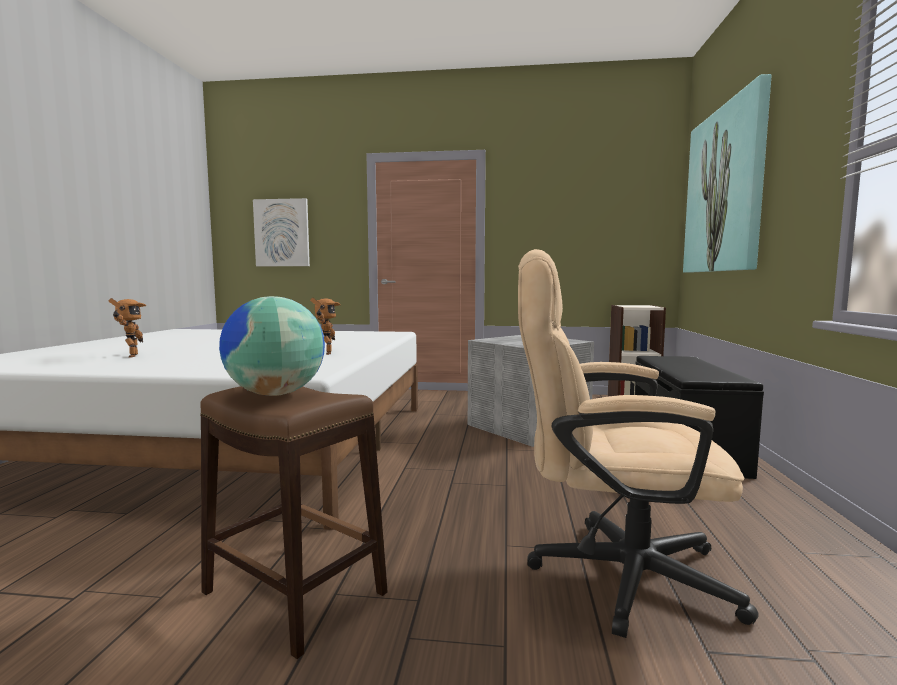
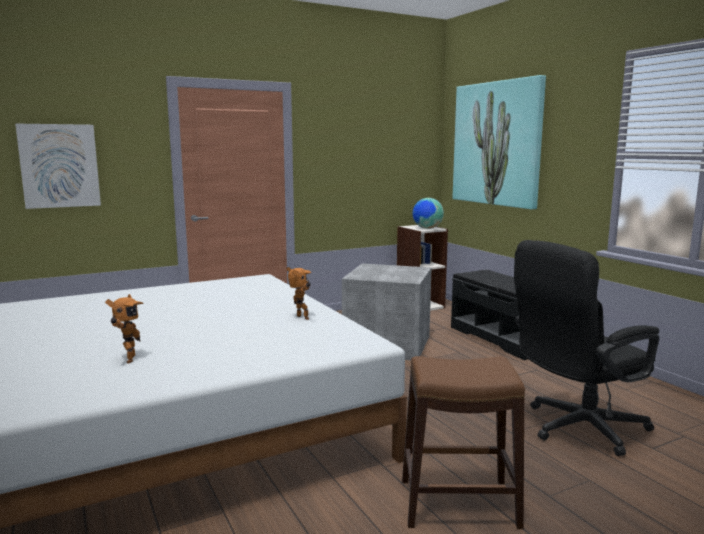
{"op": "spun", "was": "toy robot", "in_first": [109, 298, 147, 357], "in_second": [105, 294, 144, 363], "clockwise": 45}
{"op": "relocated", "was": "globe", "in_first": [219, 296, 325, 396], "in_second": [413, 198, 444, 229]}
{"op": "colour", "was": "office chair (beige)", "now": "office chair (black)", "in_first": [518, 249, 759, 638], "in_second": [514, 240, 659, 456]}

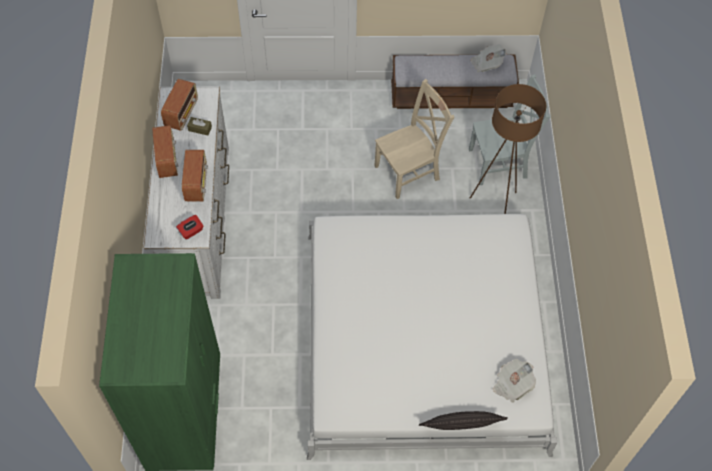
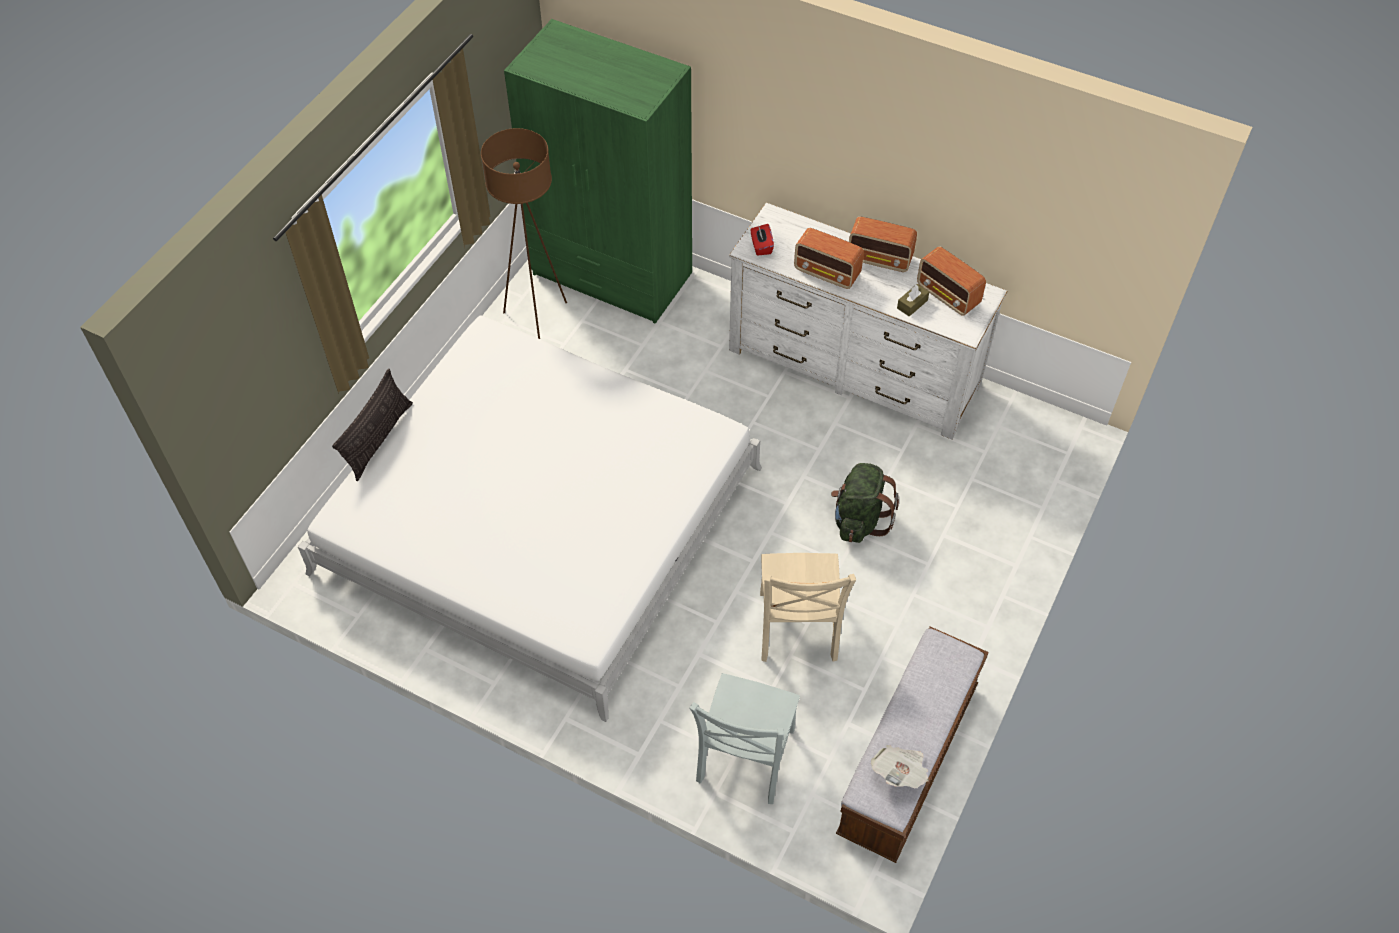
{"op": "relocated", "was": "floor lamp (brown)", "in_first": [470, 84, 546, 214], "in_second": [481, 128, 567, 339]}
{"op": "appeared", "now": "backpack (green)", "in_second": [831, 463, 899, 543]}
{"op": "missing", "was": "newspaper", "in_first": [493, 359, 536, 403]}

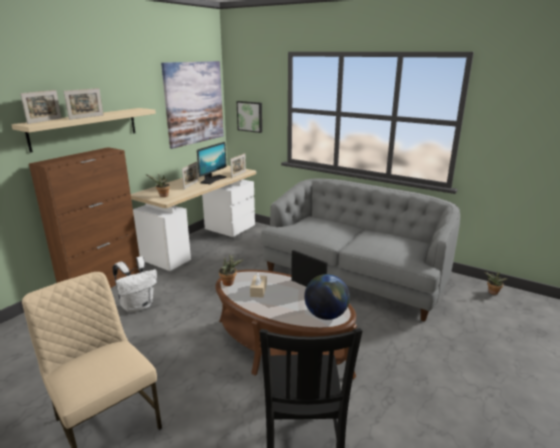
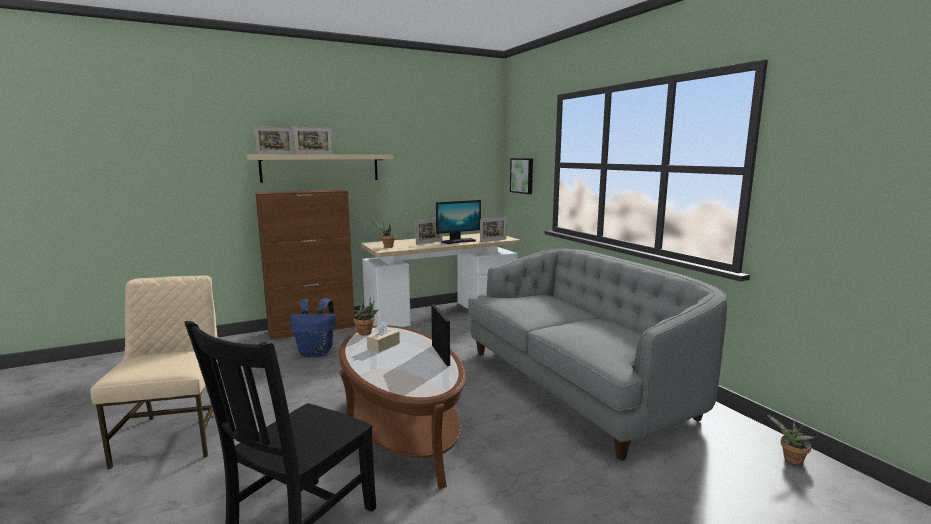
{"op": "colour", "was": "backpack (white)", "now": "backpack (blue)", "in_first": [112, 256, 157, 313], "in_second": [290, 298, 335, 357]}
{"op": "missing", "was": "picture", "in_first": [161, 61, 224, 149]}
{"op": "missing", "was": "globe", "in_first": [304, 274, 350, 320]}

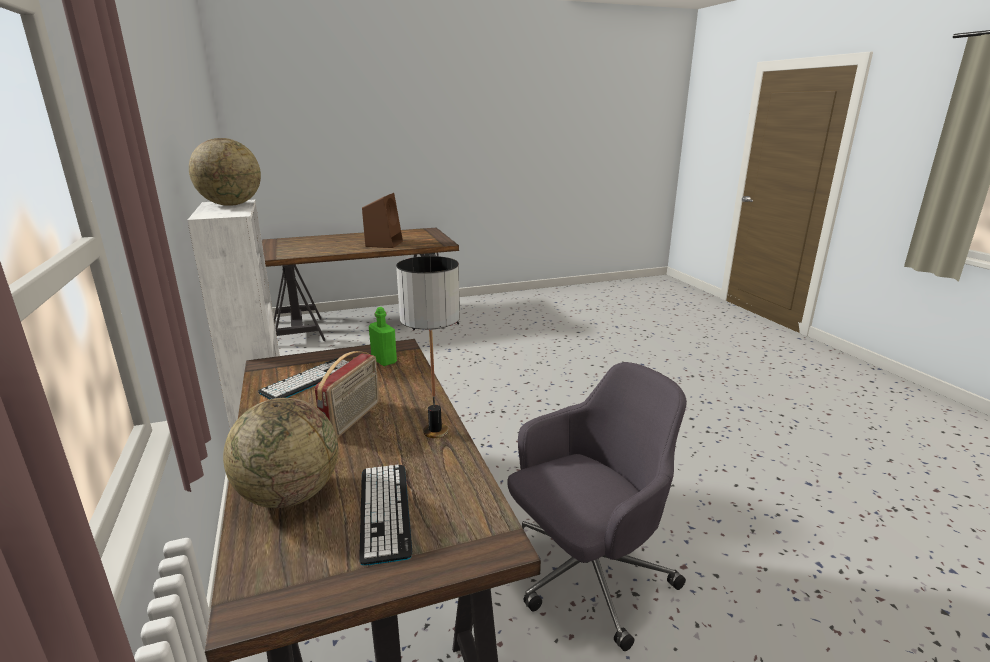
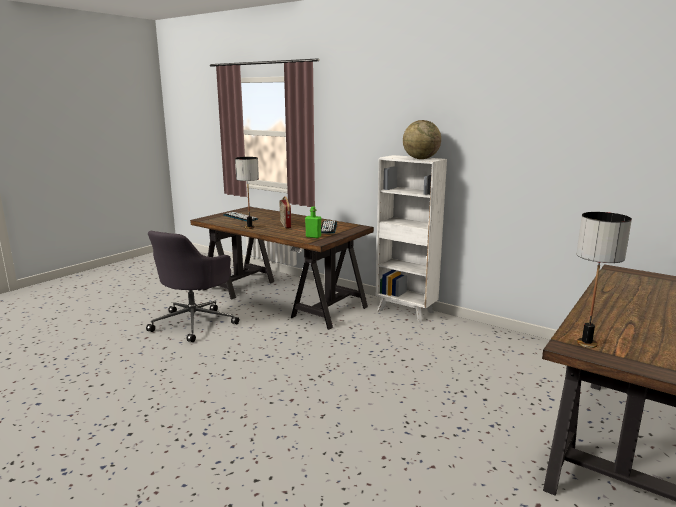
{"op": "appeared", "now": "table lamp", "in_second": [576, 212, 632, 348]}
{"op": "missing", "was": "globe", "in_first": [223, 398, 338, 508]}
{"op": "missing", "was": "speaker (brown)", "in_first": [362, 193, 403, 248]}

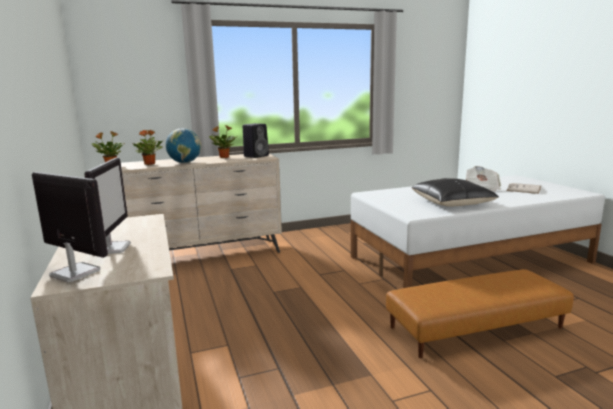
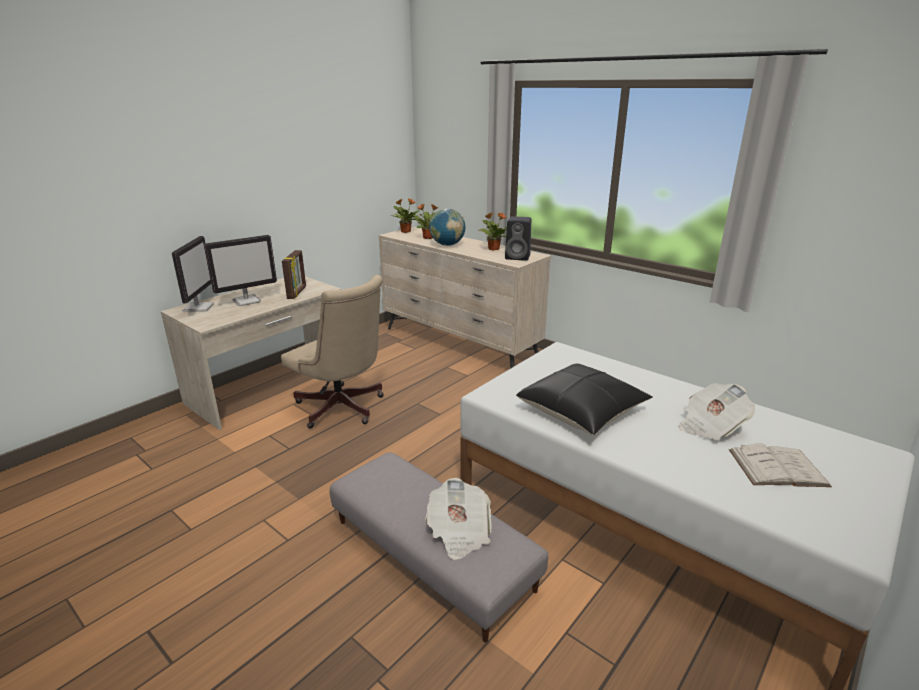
{"op": "appeared", "now": "office chair (beige)", "in_second": [281, 275, 384, 429]}
{"op": "appeared", "now": "picture frame", "in_second": [282, 250, 306, 299]}
{"op": "colour", "was": "ottoman (brown)", "now": "ottoman (grey)", "in_first": [386, 269, 574, 358], "in_second": [330, 452, 548, 643]}
{"op": "appeared", "now": "newspaper", "in_second": [425, 478, 492, 560]}

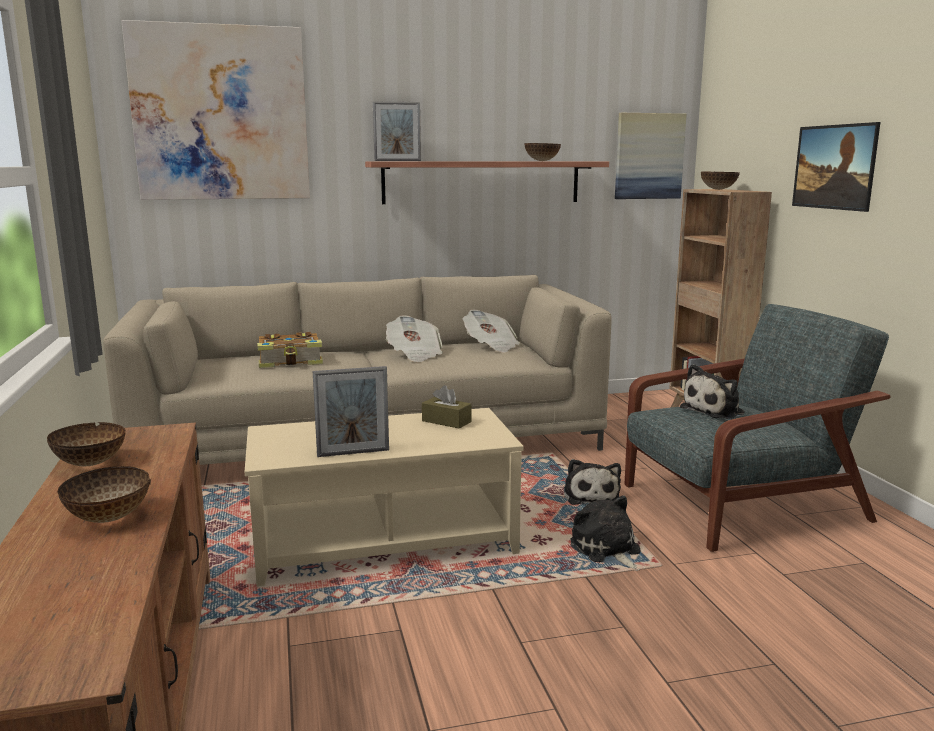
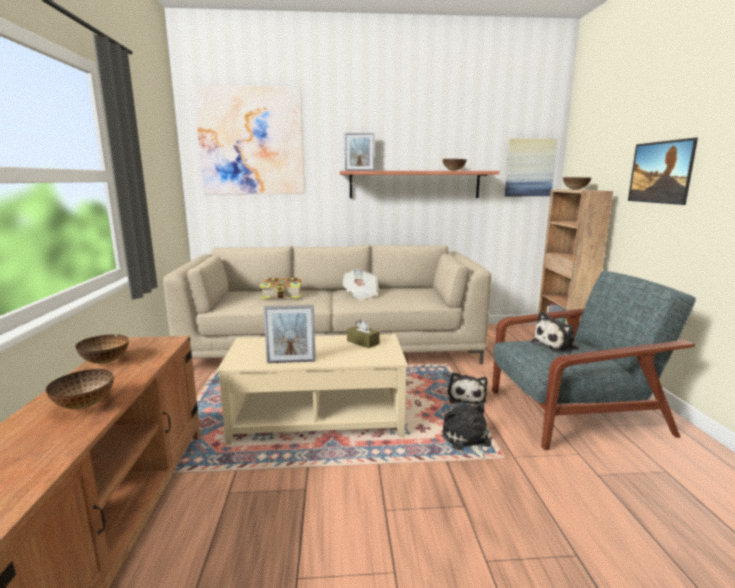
{"op": "missing", "was": "newspaper", "in_first": [463, 310, 520, 353]}

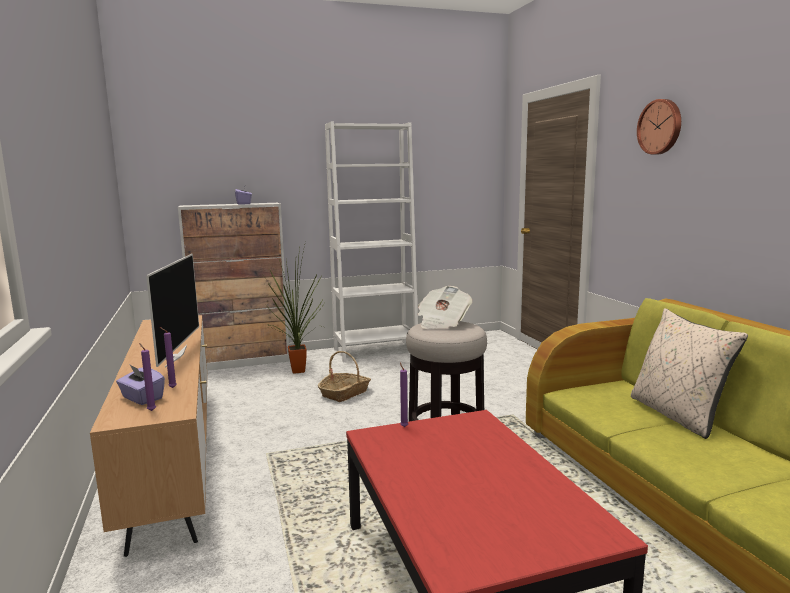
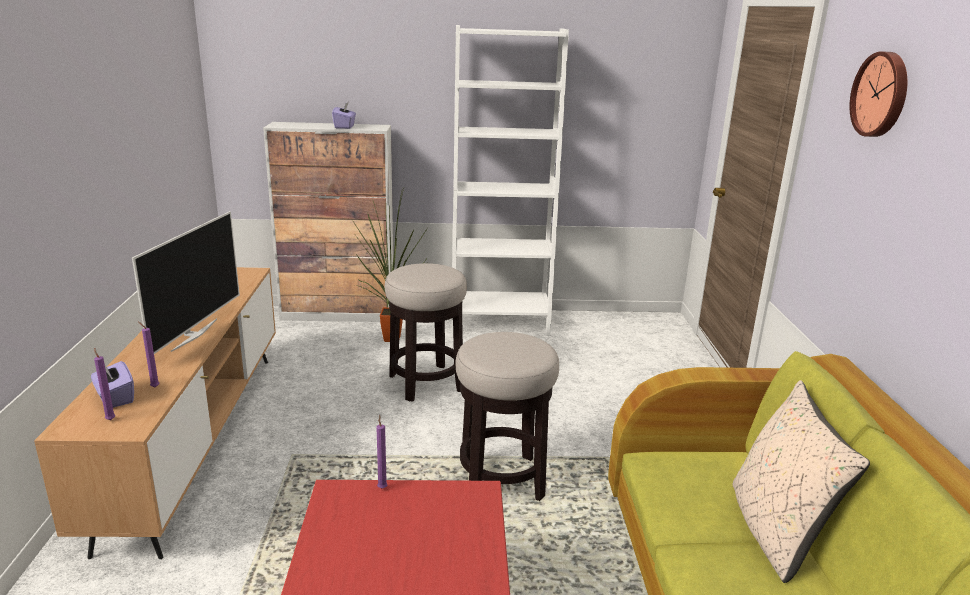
{"op": "exchanged", "was": "basket", "now": "stool", "in_first": [318, 351, 371, 402], "in_second": [385, 263, 467, 402]}
{"op": "missing", "was": "newspaper", "in_first": [417, 286, 472, 330]}

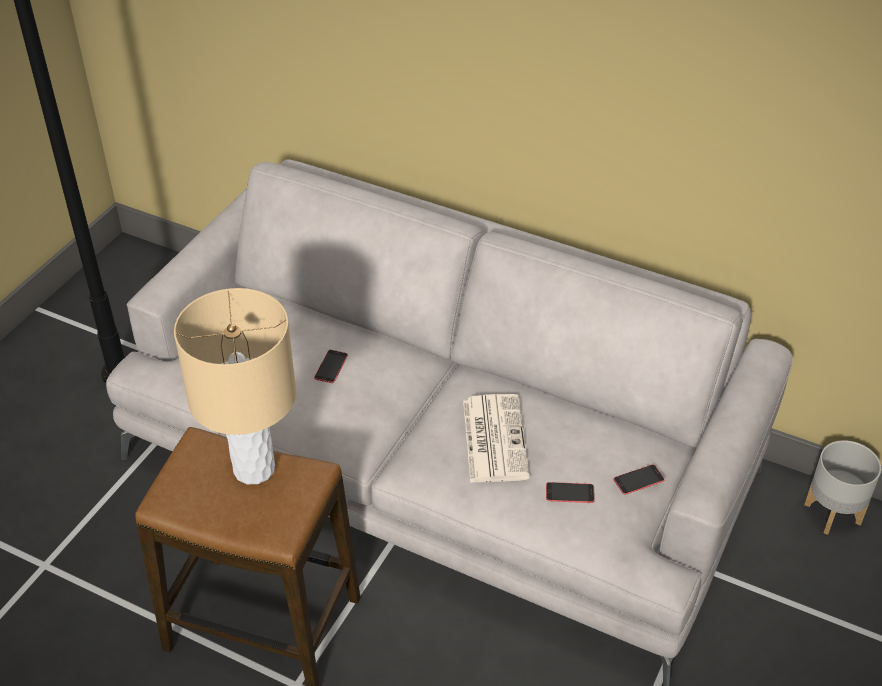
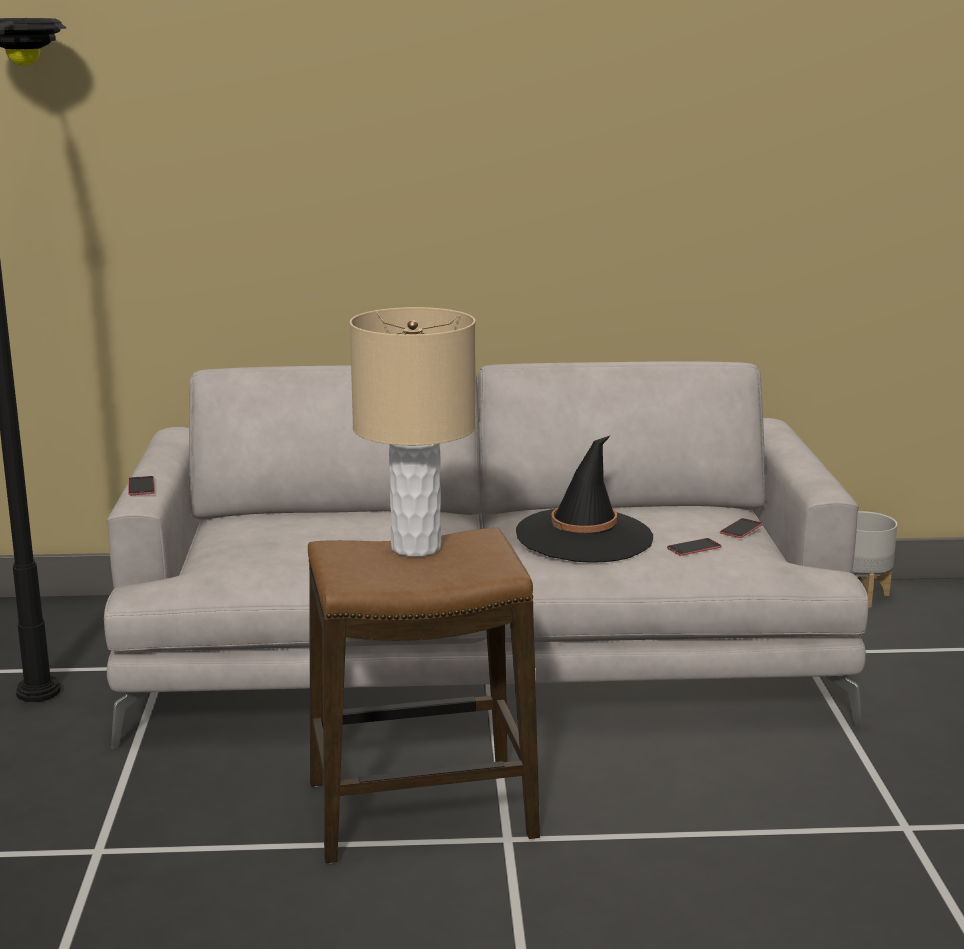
{"op": "relocated", "was": "phone", "in_first": [314, 350, 348, 383], "in_second": [128, 476, 155, 495]}
{"op": "exchanged", "was": "newspaper", "now": "hat (black)", "in_first": [463, 394, 530, 483], "in_second": [516, 435, 653, 563]}

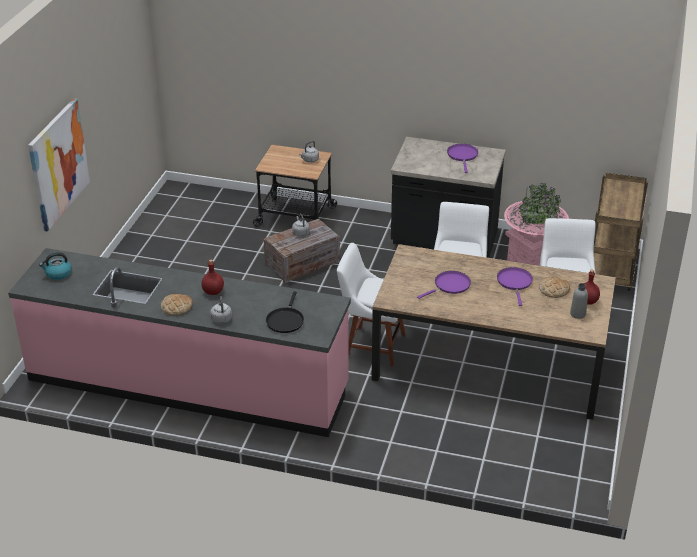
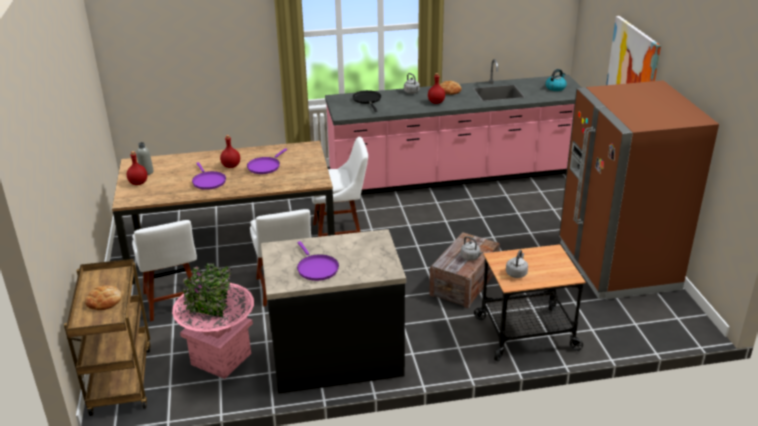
{"op": "relocated", "was": "bread", "in_first": [539, 277, 570, 298], "in_second": [85, 285, 122, 310]}
{"op": "appeared", "now": "bottle (red)", "in_second": [220, 135, 240, 168]}
{"op": "appeared", "now": "fridge (brown)", "in_second": [559, 80, 719, 299]}

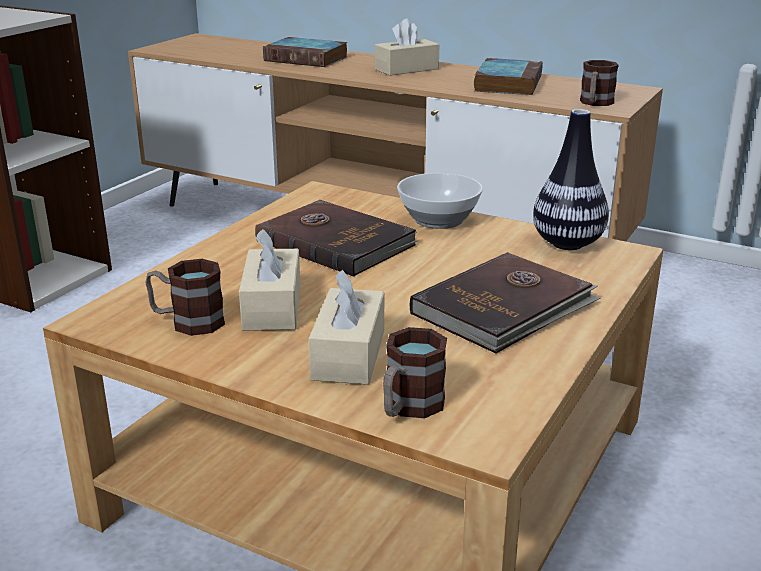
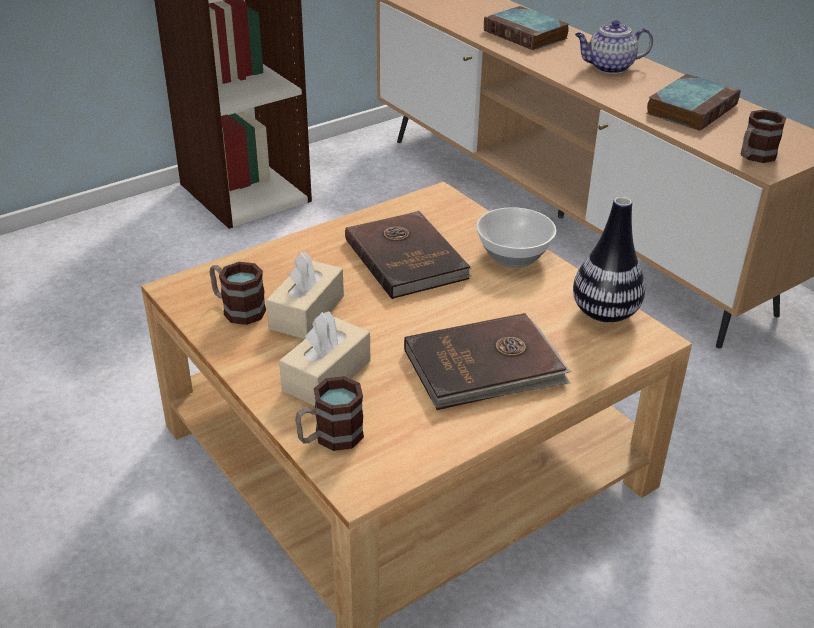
{"op": "exchanged", "was": "tissue box (beige)", "now": "teapot", "in_first": [375, 18, 440, 76], "in_second": [575, 20, 653, 74]}

